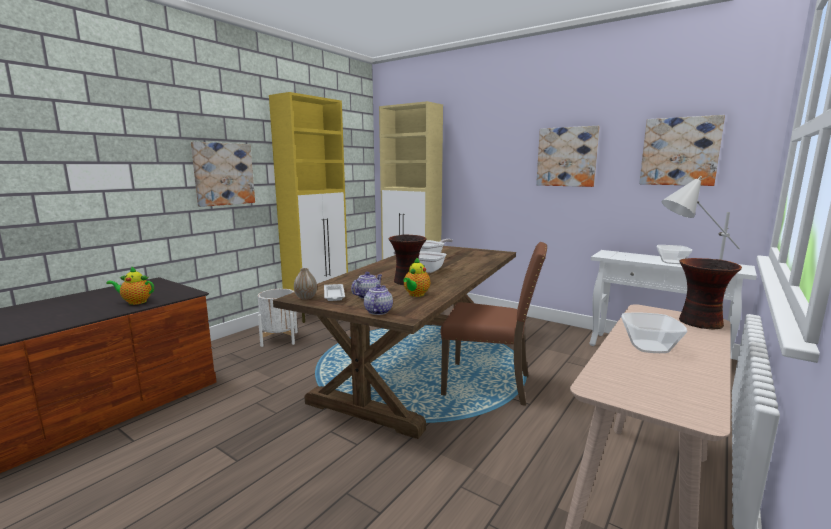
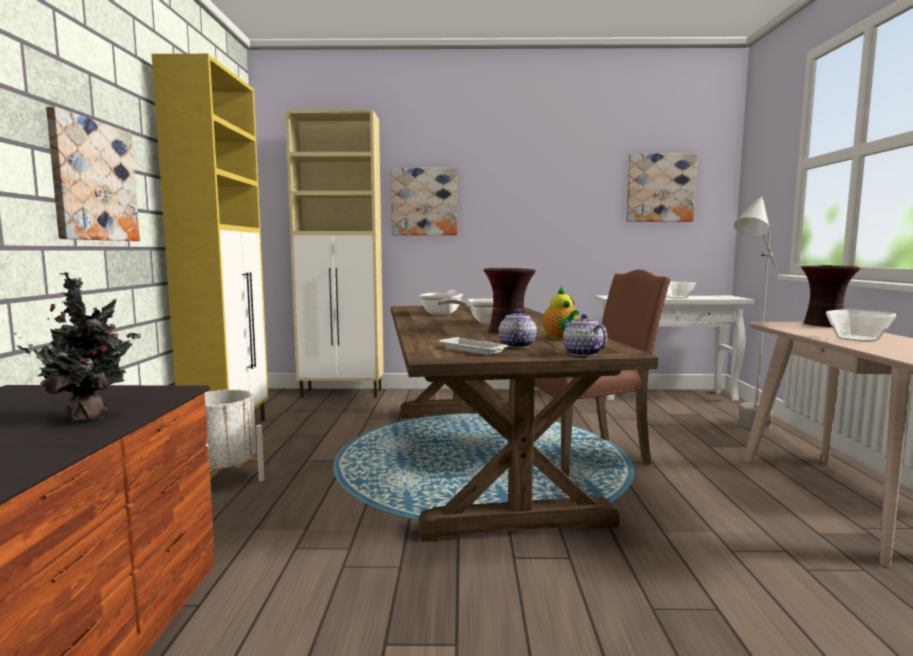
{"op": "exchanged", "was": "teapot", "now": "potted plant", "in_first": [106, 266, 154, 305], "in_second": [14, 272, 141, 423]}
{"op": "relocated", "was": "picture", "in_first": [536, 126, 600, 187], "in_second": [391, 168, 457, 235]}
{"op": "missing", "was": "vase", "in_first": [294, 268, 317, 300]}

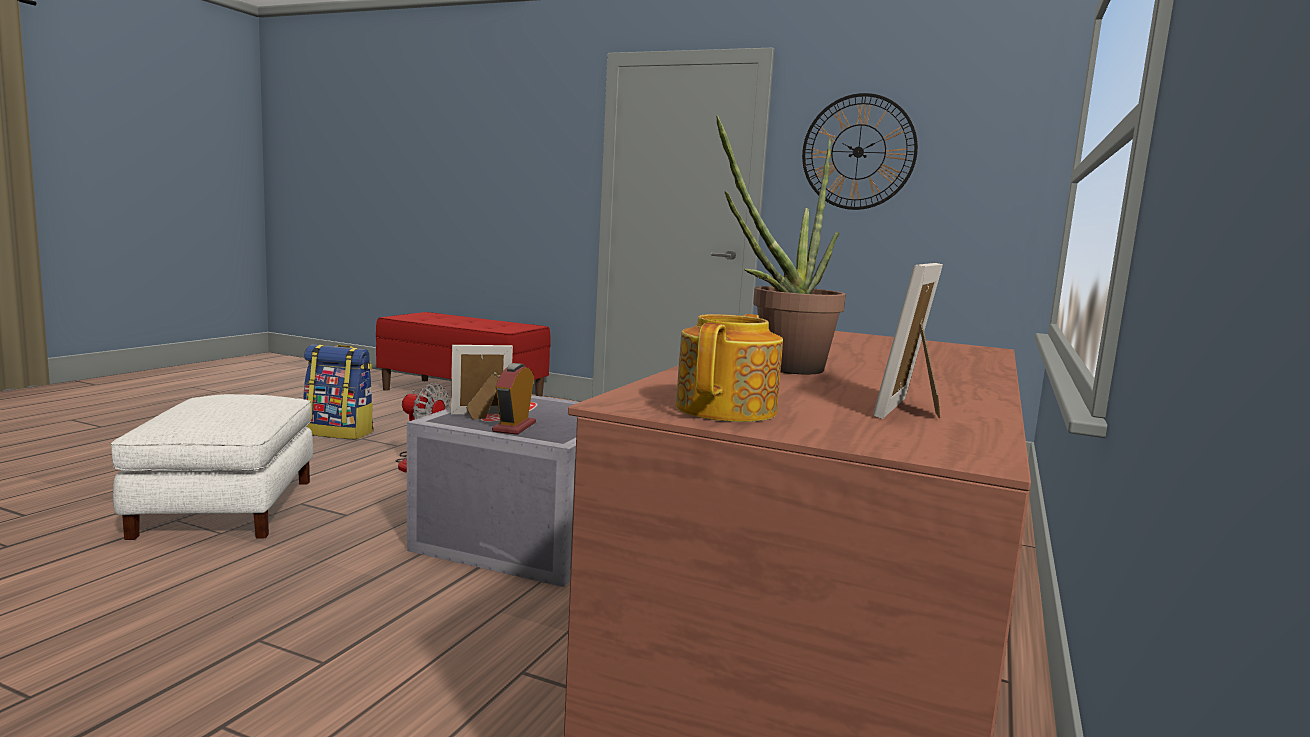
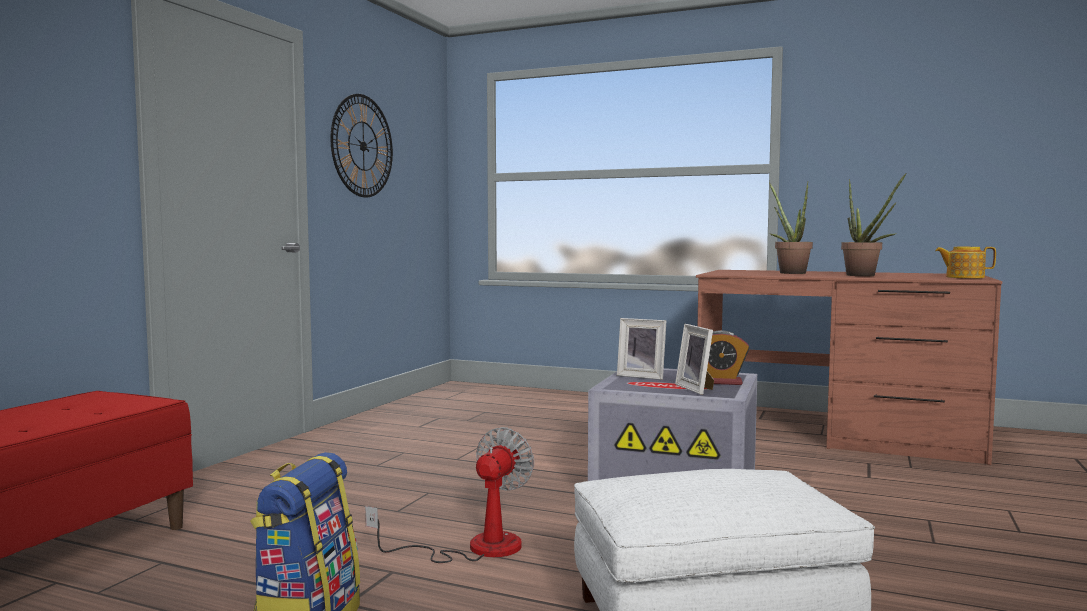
{"op": "relocated", "was": "picture frame", "in_first": [873, 263, 943, 419], "in_second": [617, 318, 666, 380]}
{"op": "appeared", "now": "potted plant", "in_second": [769, 182, 813, 274]}

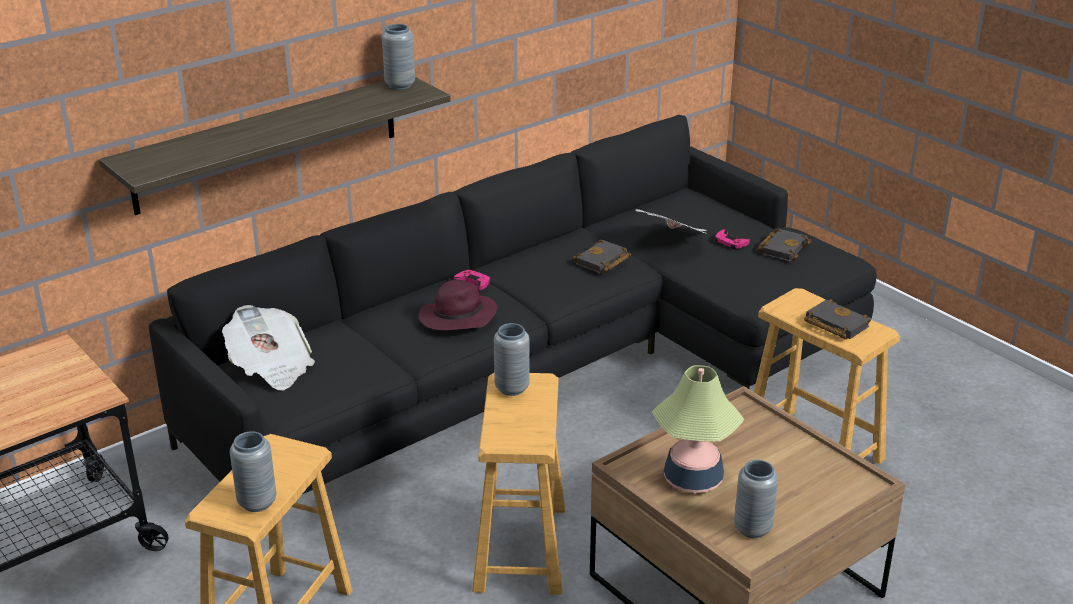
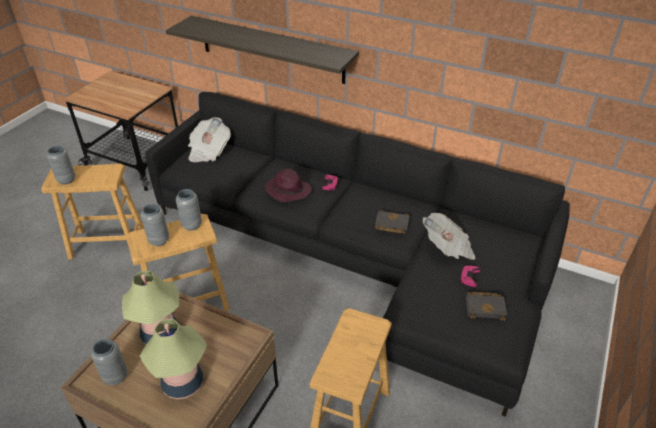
{"op": "appeared", "now": "table lamp", "in_second": [140, 319, 207, 399]}
{"op": "relocated", "was": "vase (grey)", "in_first": [382, 24, 415, 90], "in_second": [141, 204, 169, 246]}
{"op": "missing", "was": "book (black)", "in_first": [804, 299, 871, 340]}

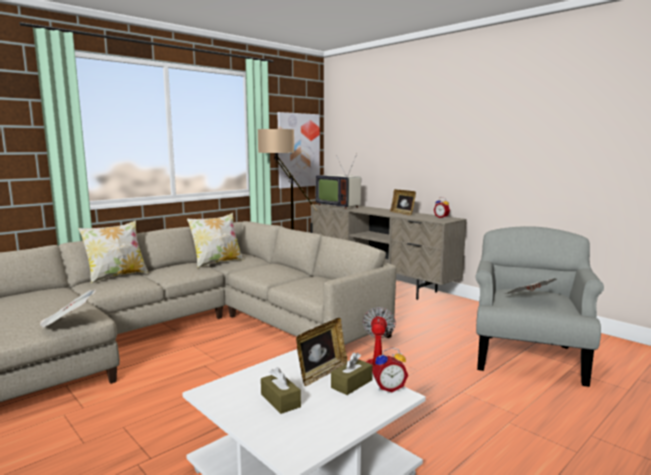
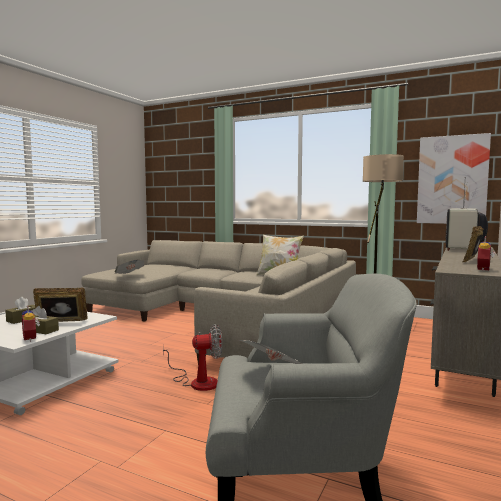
{"op": "spun", "was": "picture frame", "in_first": [296, 318, 348, 386], "in_second": [33, 287, 87, 322], "clockwise": 150}
{"op": "missing", "was": "pillow", "in_first": [78, 220, 148, 284]}

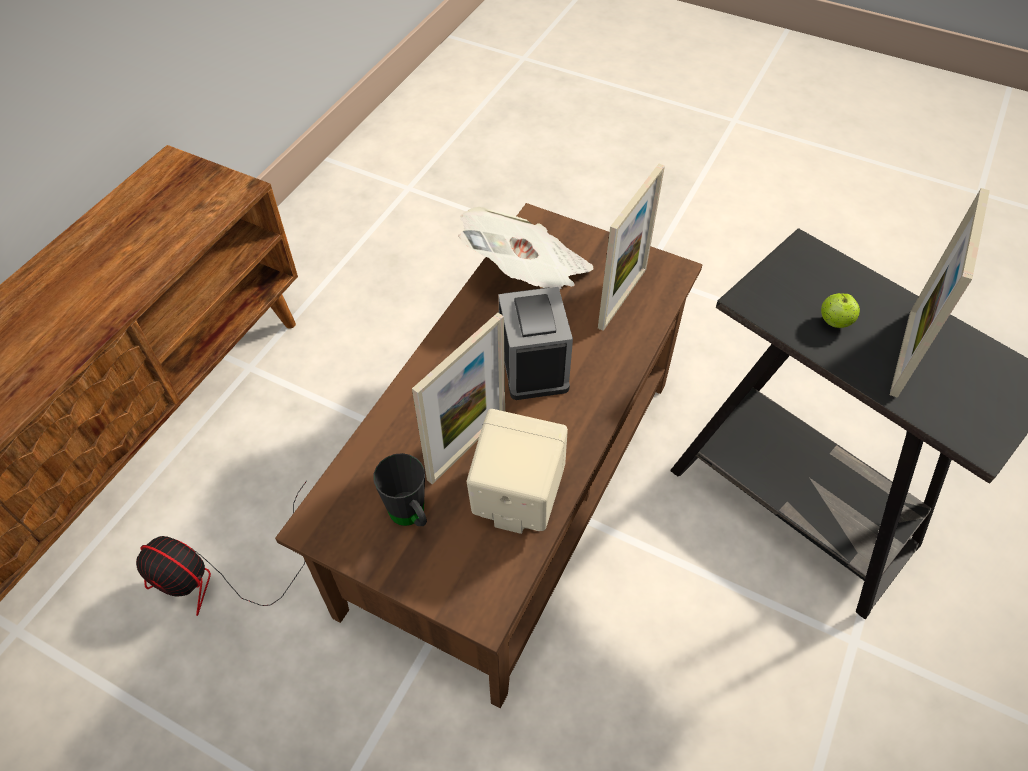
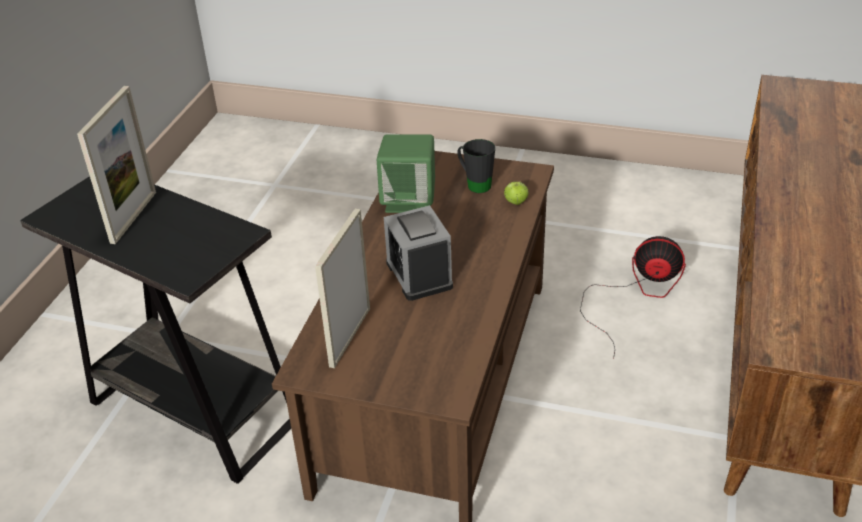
{"op": "colour", "was": "speaker (beige)", "now": "speaker (green)", "in_first": [467, 409, 568, 534], "in_second": [377, 134, 435, 213]}
{"op": "relocated", "was": "apple", "in_first": [821, 293, 860, 328], "in_second": [504, 181, 529, 205]}
{"op": "missing", "was": "picture frame", "in_first": [412, 313, 505, 484]}
{"op": "missing", "was": "newspaper", "in_first": [458, 207, 594, 290]}

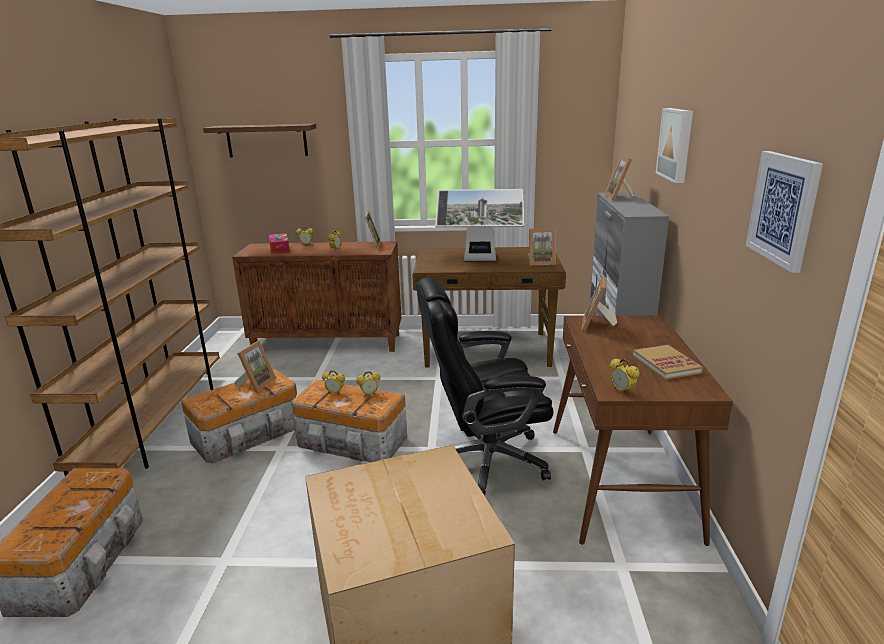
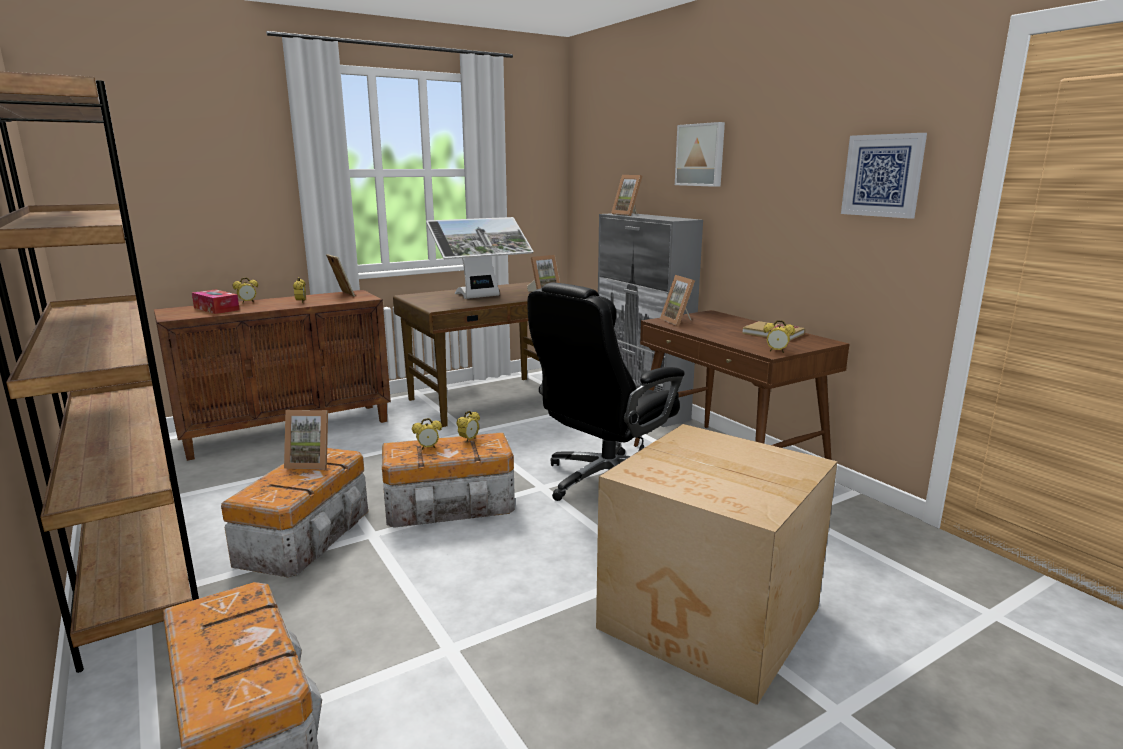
{"op": "spun", "was": "picture frame", "in_first": [235, 341, 276, 392], "in_second": [284, 410, 328, 469], "clockwise": 105}
{"op": "missing", "was": "shelf", "in_first": [203, 124, 316, 157]}

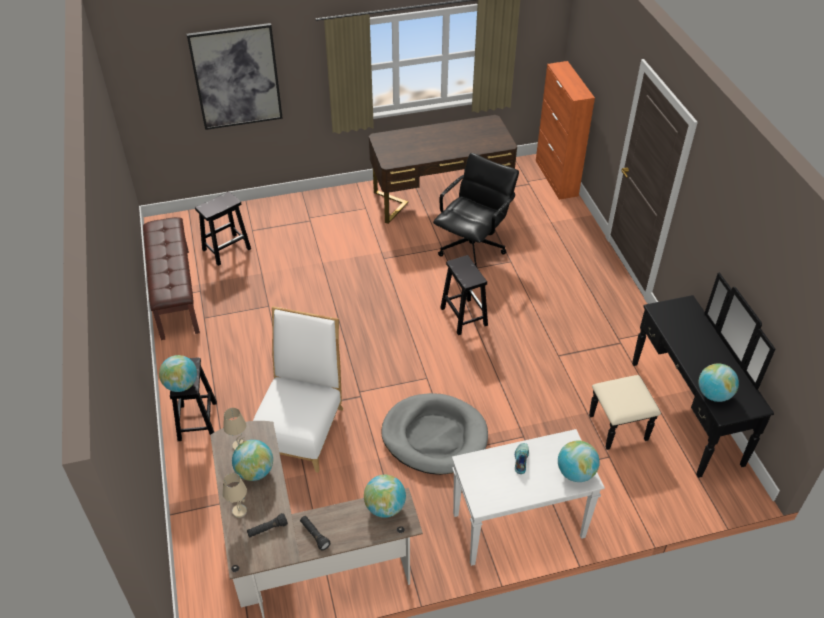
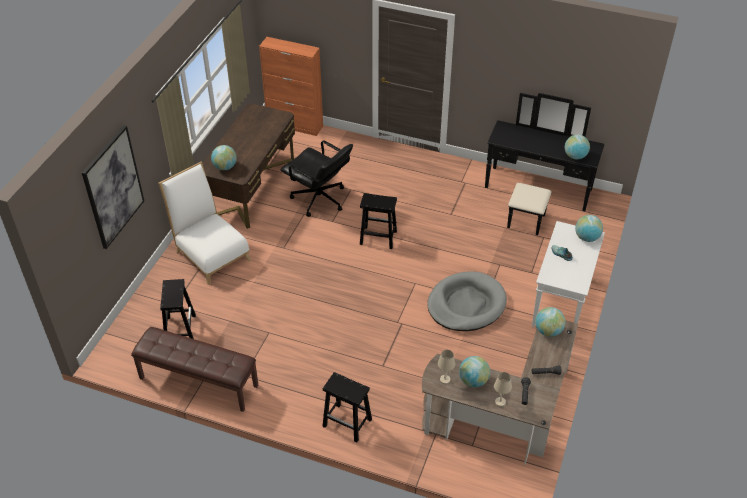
{"op": "relocated", "was": "chair (white)", "in_first": [253, 306, 343, 473], "in_second": [158, 162, 251, 285]}
{"op": "relocated", "was": "globe", "in_first": [159, 355, 197, 392], "in_second": [211, 145, 237, 170]}
{"op": "spun", "was": "office chair (black)", "in_first": [433, 153, 519, 268], "in_second": [281, 140, 353, 217], "clockwise": 150}

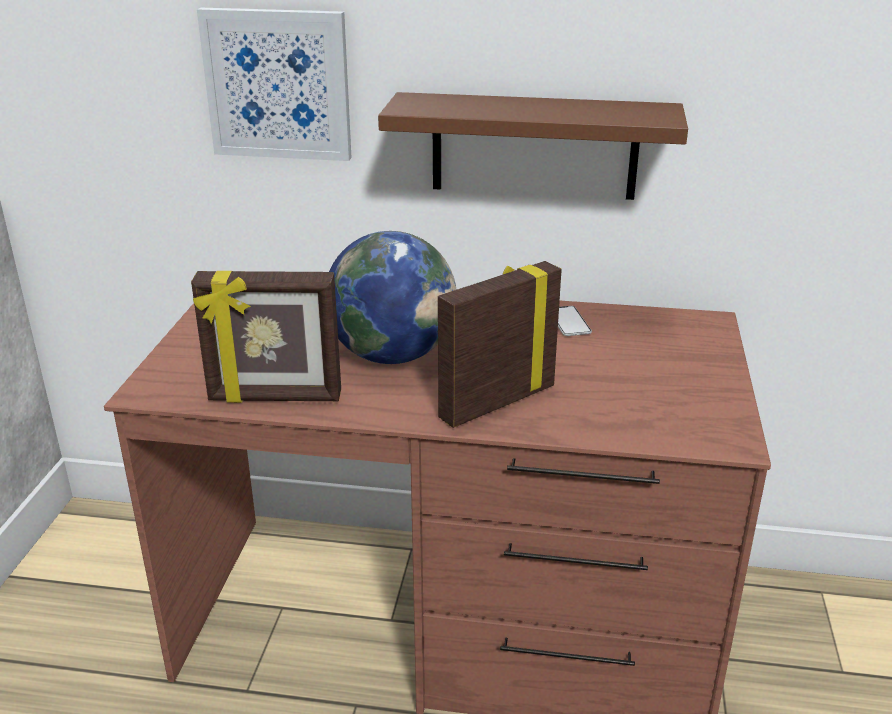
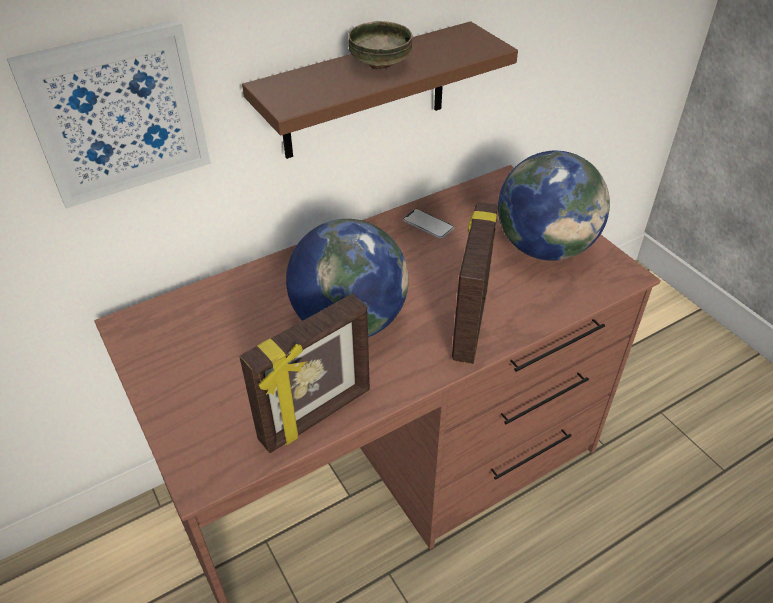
{"op": "appeared", "now": "bowl", "in_second": [348, 21, 412, 70]}
{"op": "appeared", "now": "globe", "in_second": [498, 151, 610, 261]}

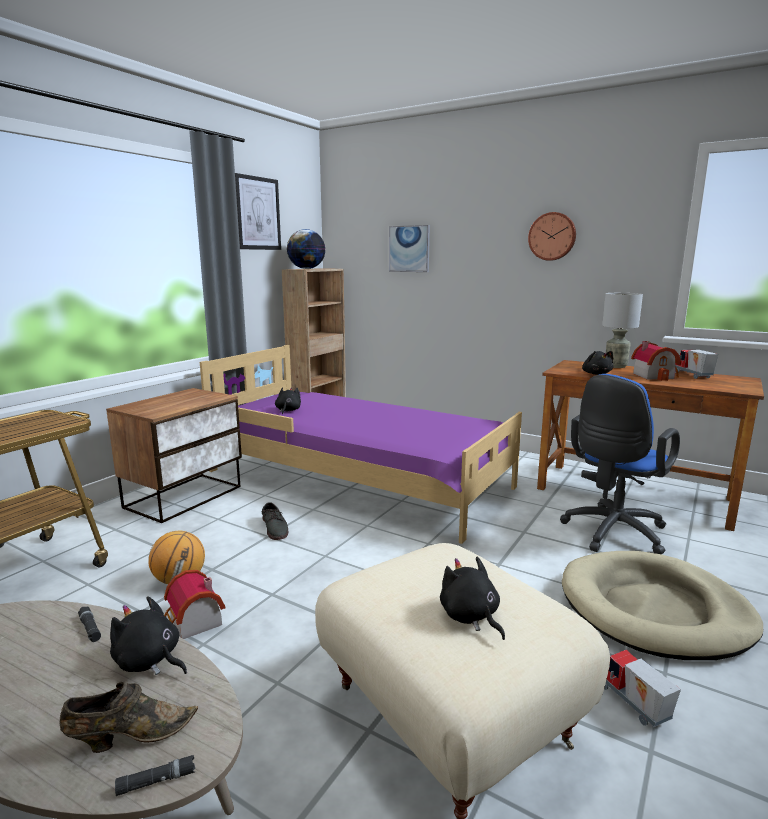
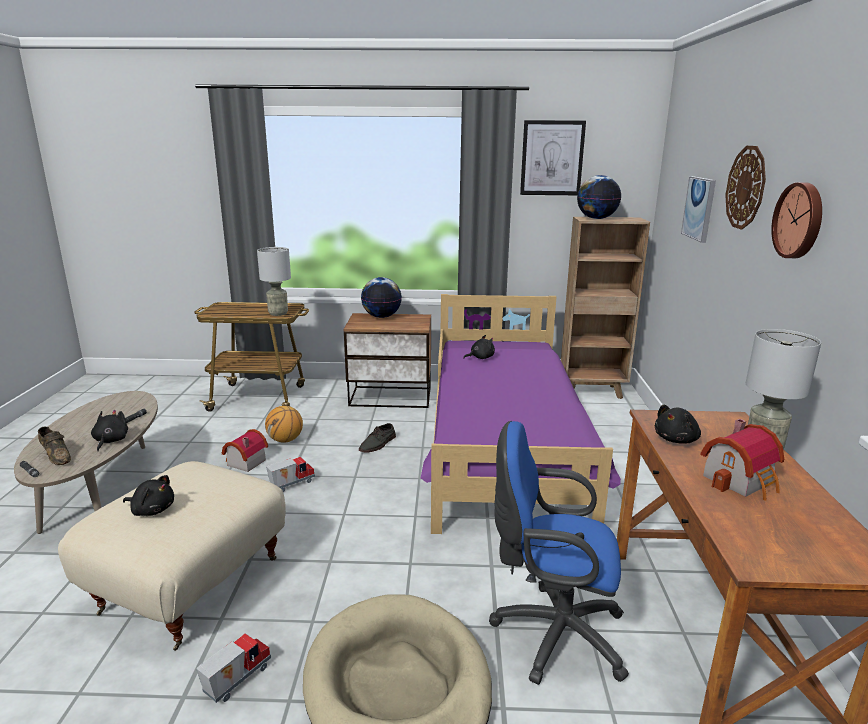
{"op": "spun", "was": "plush toy (black)", "in_first": [440, 557, 505, 640], "in_second": [123, 475, 174, 516], "clockwise": 75}
{"op": "appeared", "now": "table lamp (grey)", "in_second": [257, 247, 291, 316]}
{"op": "relocated", "was": "toy truck", "in_first": [675, 350, 718, 379], "in_second": [266, 457, 315, 492]}
{"op": "appeared", "now": "globe", "in_second": [361, 277, 402, 318]}
{"op": "appeared", "now": "wall clock", "in_second": [725, 146, 766, 230]}

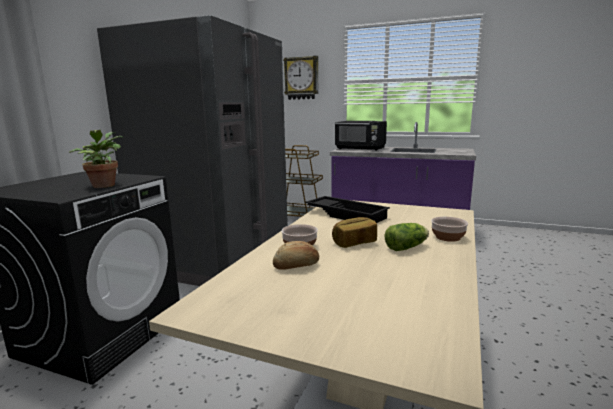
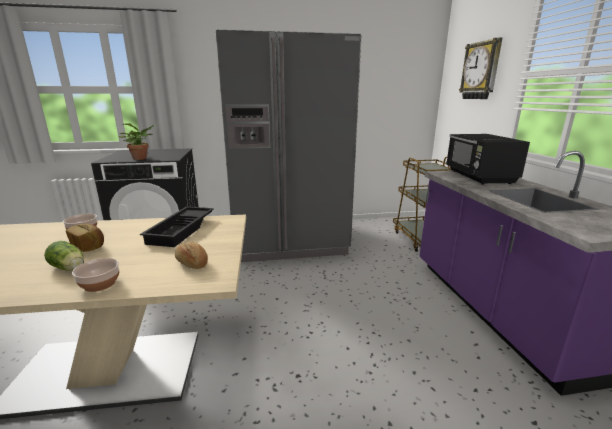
{"op": "relocated", "was": "bread", "in_first": [273, 241, 319, 270], "in_second": [175, 242, 208, 269]}

